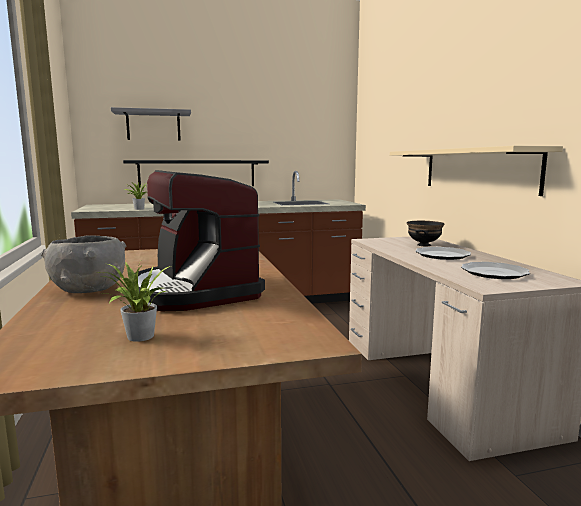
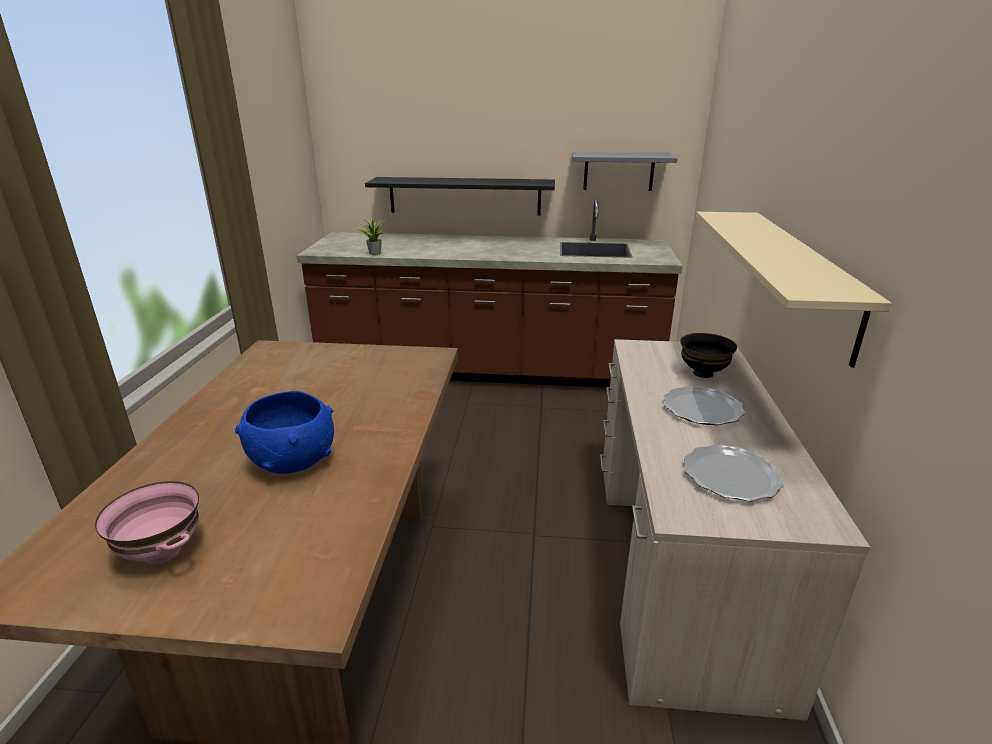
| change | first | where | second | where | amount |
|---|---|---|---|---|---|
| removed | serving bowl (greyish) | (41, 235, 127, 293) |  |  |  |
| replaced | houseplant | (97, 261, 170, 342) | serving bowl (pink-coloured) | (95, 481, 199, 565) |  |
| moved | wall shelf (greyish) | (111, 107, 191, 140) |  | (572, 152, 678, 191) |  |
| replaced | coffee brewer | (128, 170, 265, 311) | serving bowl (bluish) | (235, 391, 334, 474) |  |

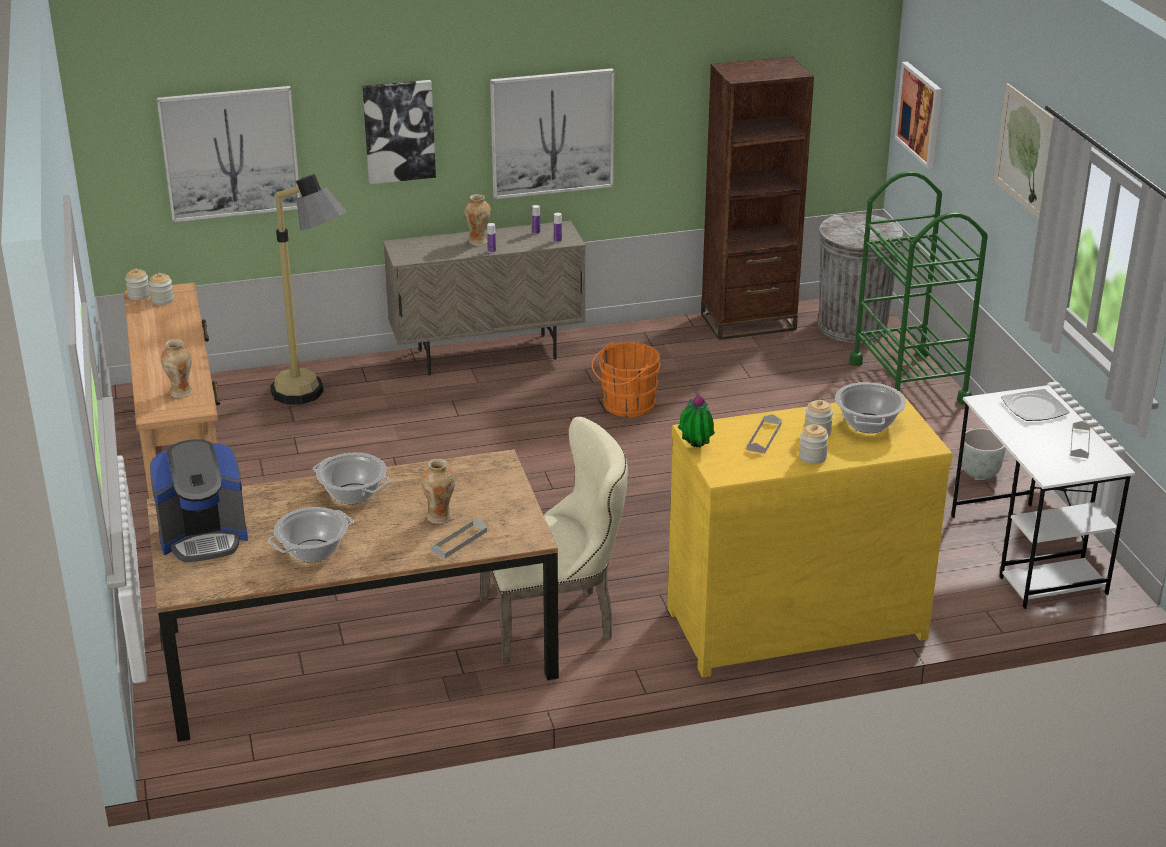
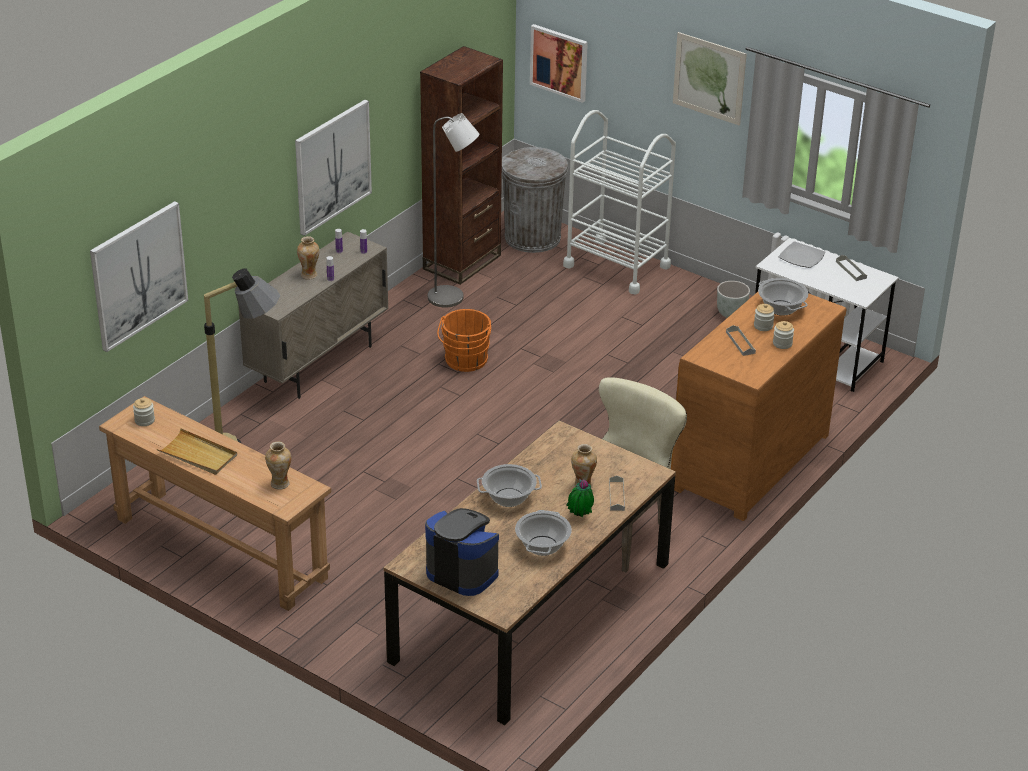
| change | first | where | second | where | amount |
|---|---|---|---|---|---|
| removed | storage jar | (125, 268, 150, 300) |  |  |  |
| turned | coffee brewer | (150, 439, 248, 563) |  | (425, 508, 499, 596) | 90 degrees counterclockwise |
| removed | picture | (362, 80, 436, 184) |  |  |  |
| recoloured | drawer chest (yellow) | (667, 395, 953, 677) | drawer chest (brownish) | (671, 292, 847, 521) |  |
| moved | houseplant | (678, 392, 715, 447) |  | (566, 478, 594, 517) |  |
| recoloured | trolley (green) | (849, 171, 988, 405) | trolley (white-coloured) | (563, 110, 676, 295) |  |
| added |  |  | serving tray (sand-coloured) | (157, 428, 237, 475) |  |
| added |  |  | standard lamp (greyish) | (428, 113, 480, 308) |  |

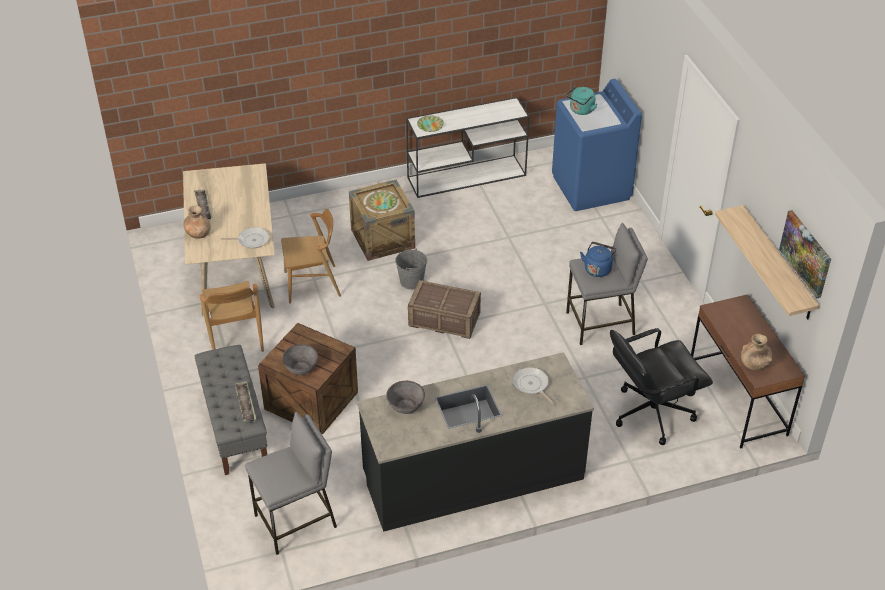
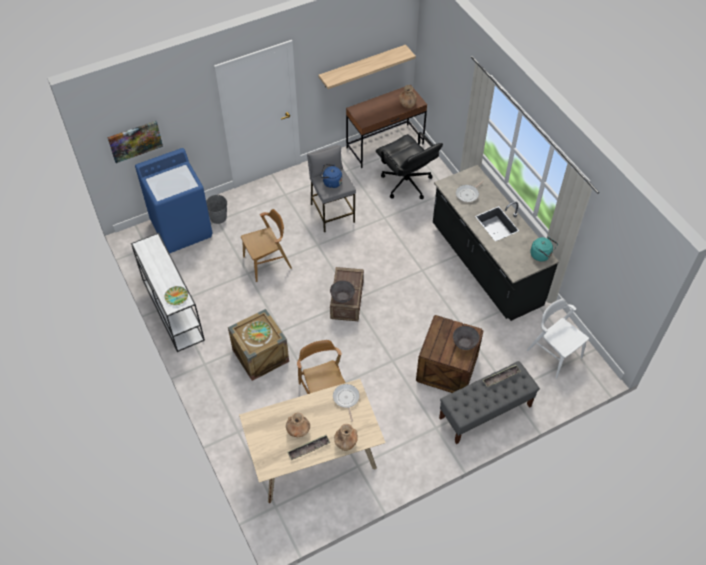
| change | first | where | second | where | amount |
|---|---|---|---|---|---|
| moved | upright chair (brownish) | (200, 281, 264, 352) |  | (241, 209, 292, 282) |  |
| replaced | stool seat (greyish) | (245, 412, 337, 555) | upright chair (white-coloured) | (527, 299, 589, 378) |  |
| moved | serving bowl (greyish) | (386, 381, 425, 414) |  | (330, 280, 355, 303) |  |
| moved | pail (greyish) | (395, 249, 427, 289) |  | (206, 194, 227, 224) |  |
| moved | water kettle (turquoise-coloured) | (566, 87, 597, 115) |  | (530, 237, 558, 261) |  |
| moved | picture | (779, 210, 831, 298) |  | (107, 121, 163, 163) |  |
| added |  |  | flower vase (brownish) | (286, 413, 310, 437) |  |

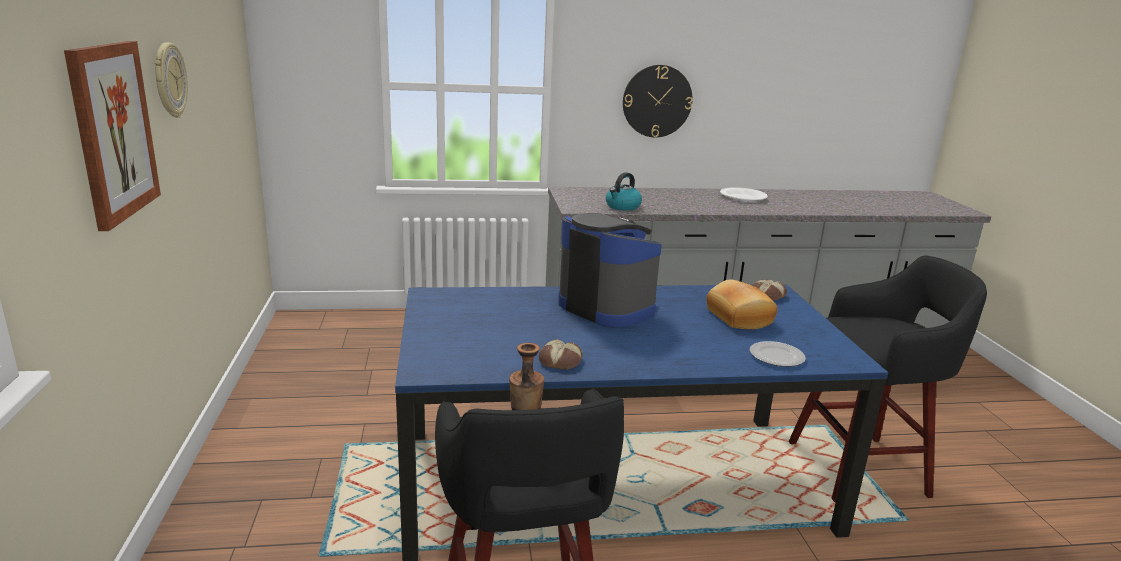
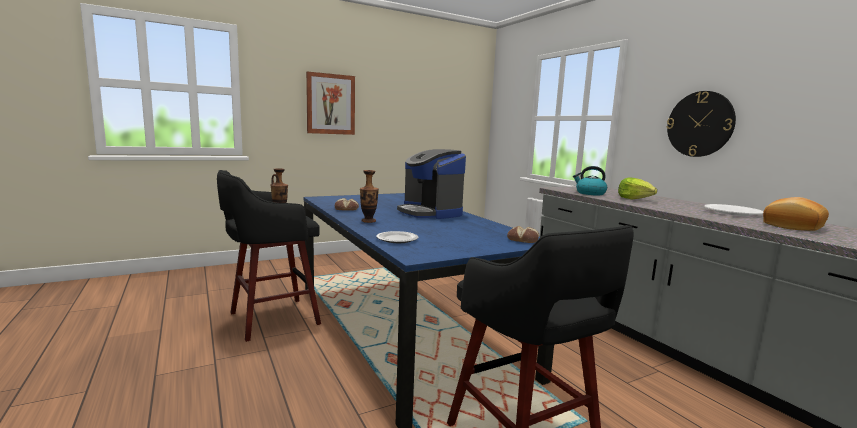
| change | first | where | second | where | amount |
|---|---|---|---|---|---|
| removed | hanging clock | (155, 42, 188, 118) |  |  |  |
| turned | coffee brewer | (558, 213, 662, 328) |  | (397, 149, 466, 219) | 120 degrees clockwise |
| moved | bread | (707, 279, 777, 330) |  | (763, 197, 829, 231) |  |
| added |  |  | flower vase | (360, 170, 379, 223) |  |
| added |  |  | lettuce | (618, 177, 657, 199) |  |

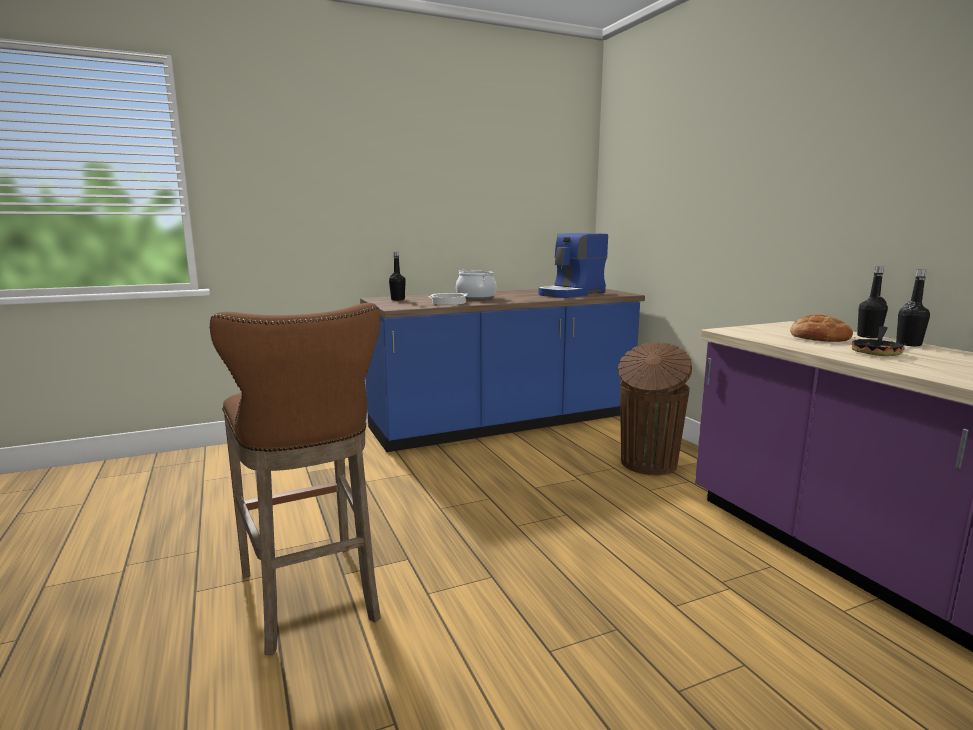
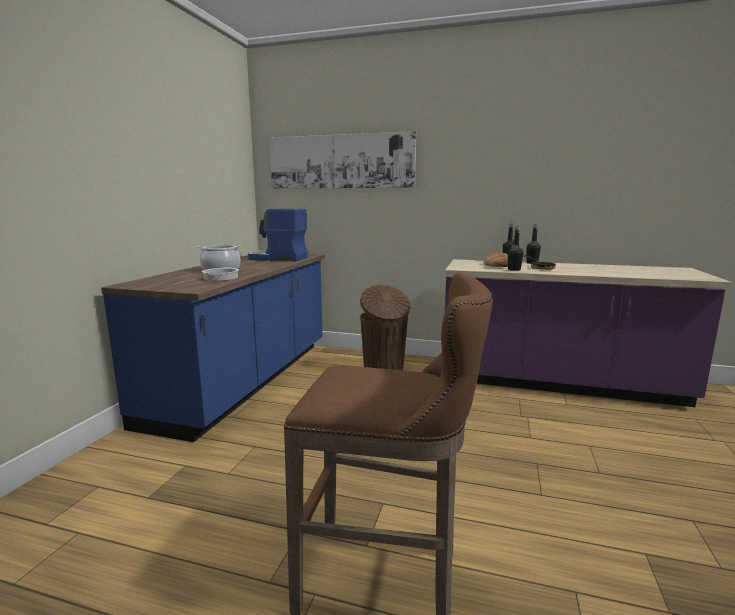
| change | first | where | second | where | amount |
|---|---|---|---|---|---|
| moved | drink bottle (blackish) | (389, 252, 406, 301) |  | (508, 226, 523, 271) |  |
| turned | coffee brewer | (538, 233, 608, 298) |  | (248, 209, 308, 262) | 105 degrees clockwise |
| added |  |  | picture | (269, 131, 416, 189) |  |

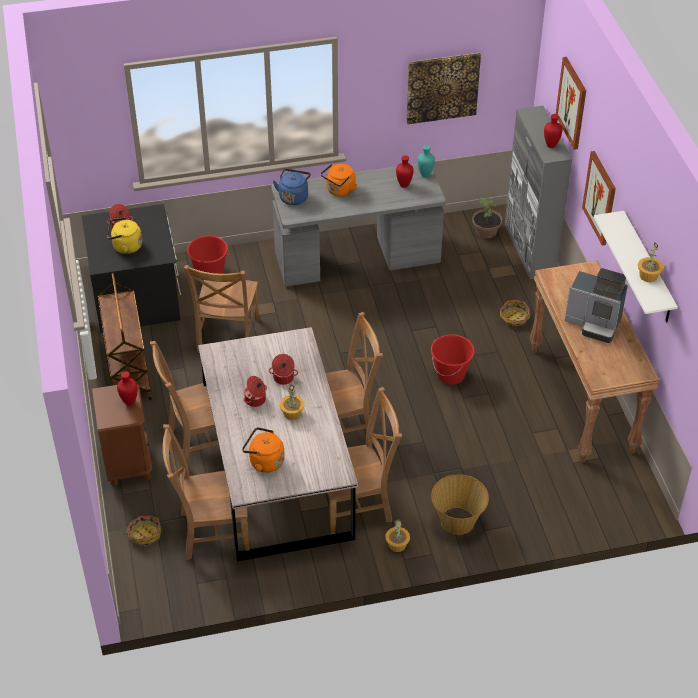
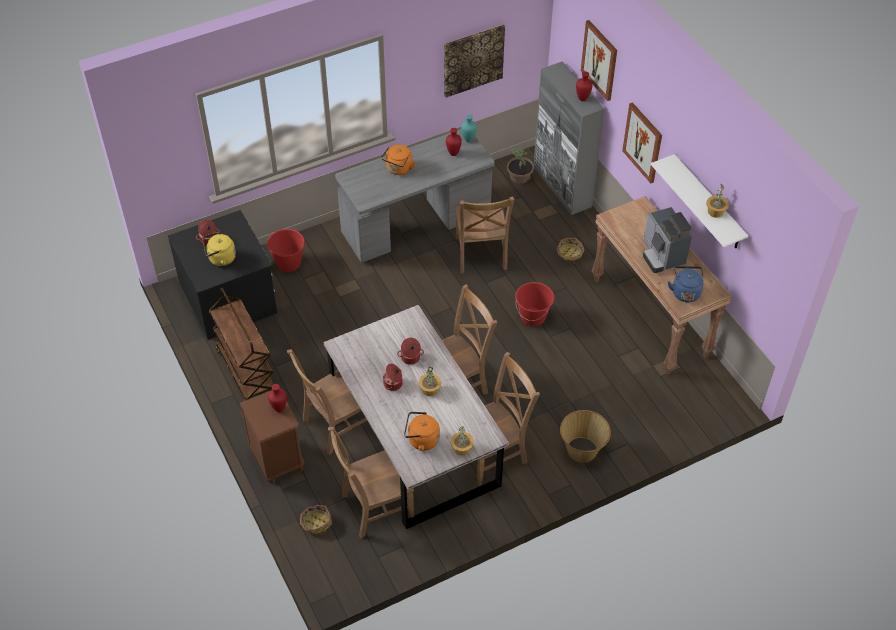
| change | first | where | second | where | amount |
|---|---|---|---|---|---|
| moved | upright chair (brownish) | (184, 265, 259, 353) |  | (455, 196, 514, 274) |  |
| moved | water kettle (bluish) | (273, 169, 311, 205) |  | (668, 266, 704, 302) |  |
| moved | houseplant | (385, 520, 410, 552) |  | (451, 426, 474, 455) |  |
| turned | coffee brewer | (565, 268, 628, 343) |  | (643, 207, 692, 273) | 60 degrees clockwise |

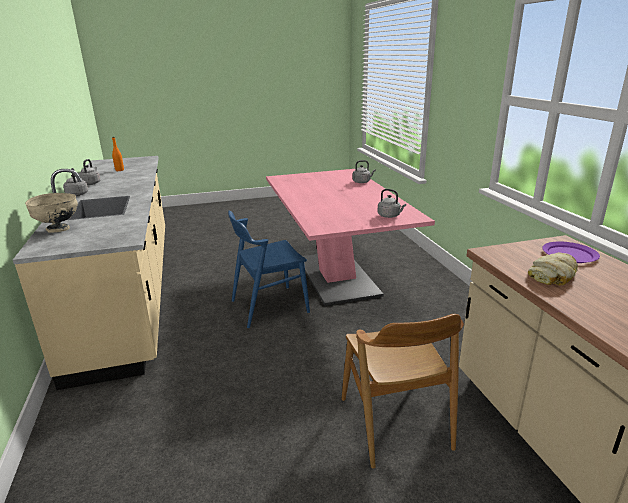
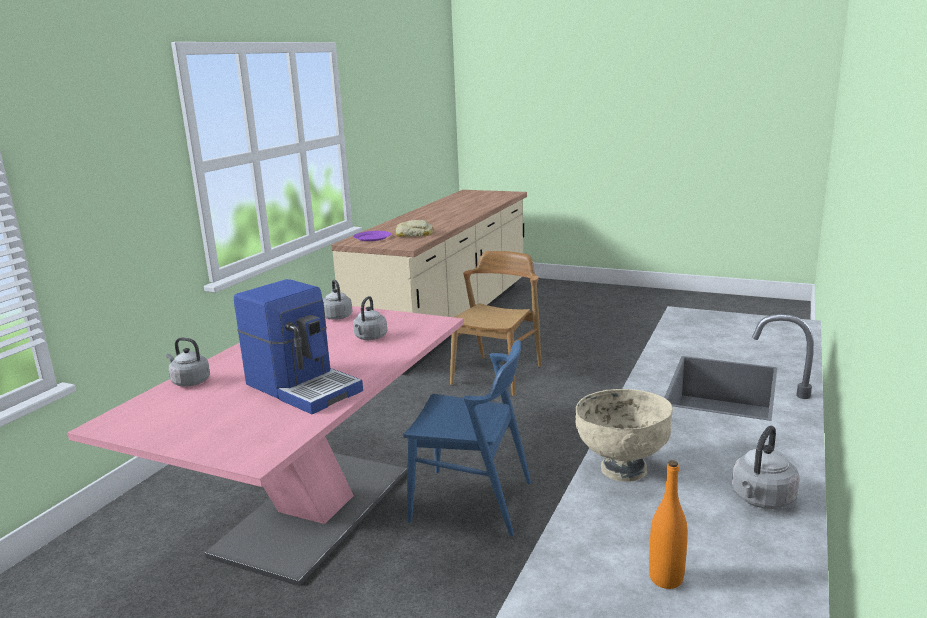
| change | first | where | second | where | amount |
|---|---|---|---|---|---|
| moved | serving bowl (sand-coloured) | (25, 193, 78, 233) |  | (575, 389, 673, 482) |  |
| moved | water kettle (greyish) | (63, 168, 88, 196) |  | (353, 296, 387, 340) |  |
| added |  |  | coffee brewer | (234, 279, 363, 414) |  |

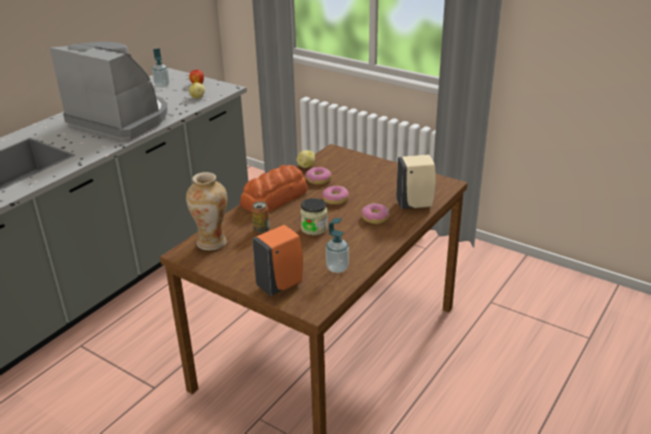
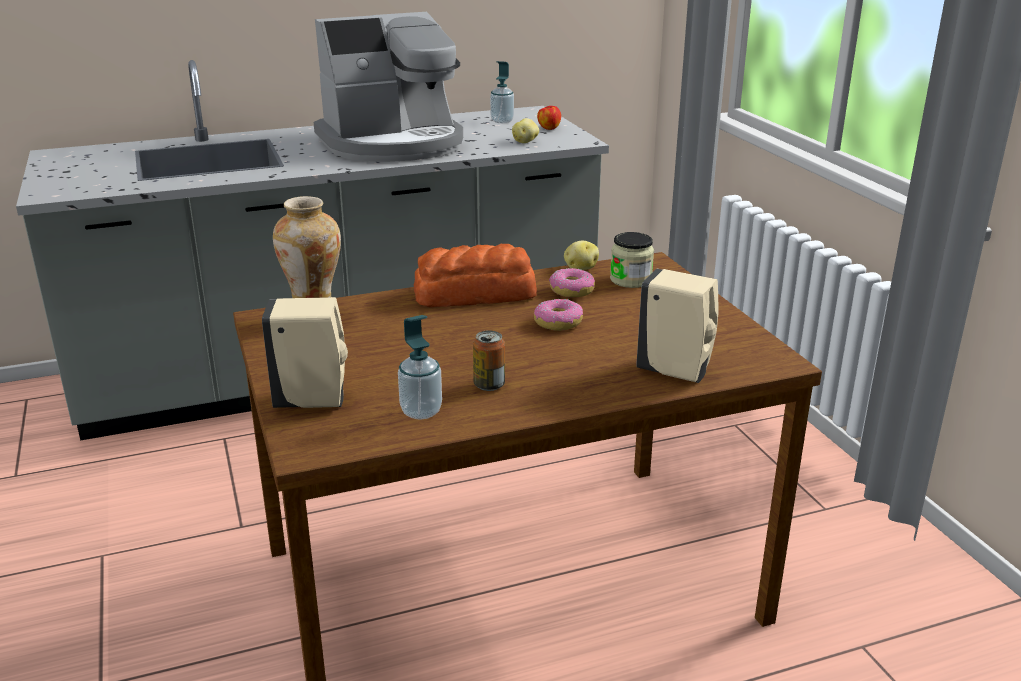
| change | first | where | second | where | amount |
|---|---|---|---|---|---|
| turned | coffee brewer | (50, 42, 168, 141) |  | (314, 12, 463, 162) | 90 degrees clockwise |
| moved | sealed can | (252, 201, 270, 233) |  | (473, 330, 505, 391) |  |
| recoloured | soap dispenser (orange-coloured) | (252, 225, 303, 296) | soap dispenser (sand-coloured) | (262, 297, 348, 408) |  |
| moved | storage jar | (300, 198, 328, 235) |  | (610, 232, 654, 288) |  |
| removed | doughnut | (361, 203, 389, 224) |  |  |  |

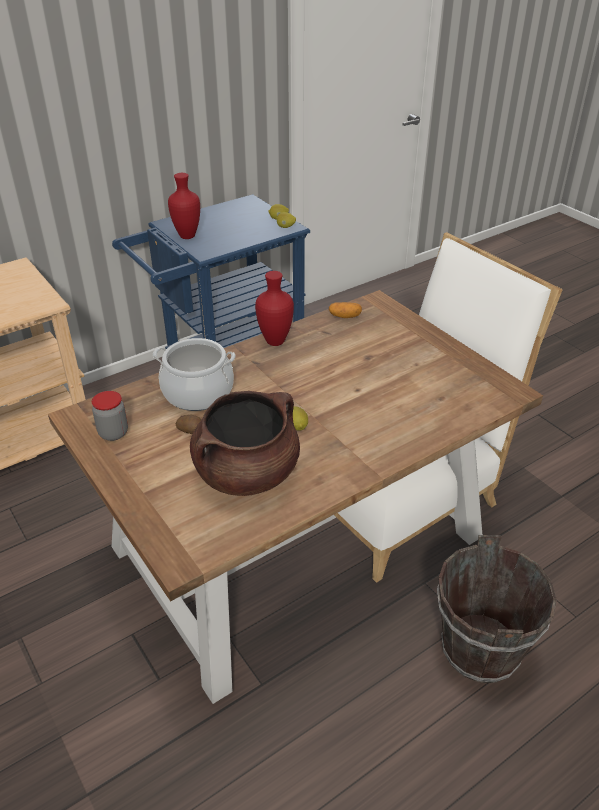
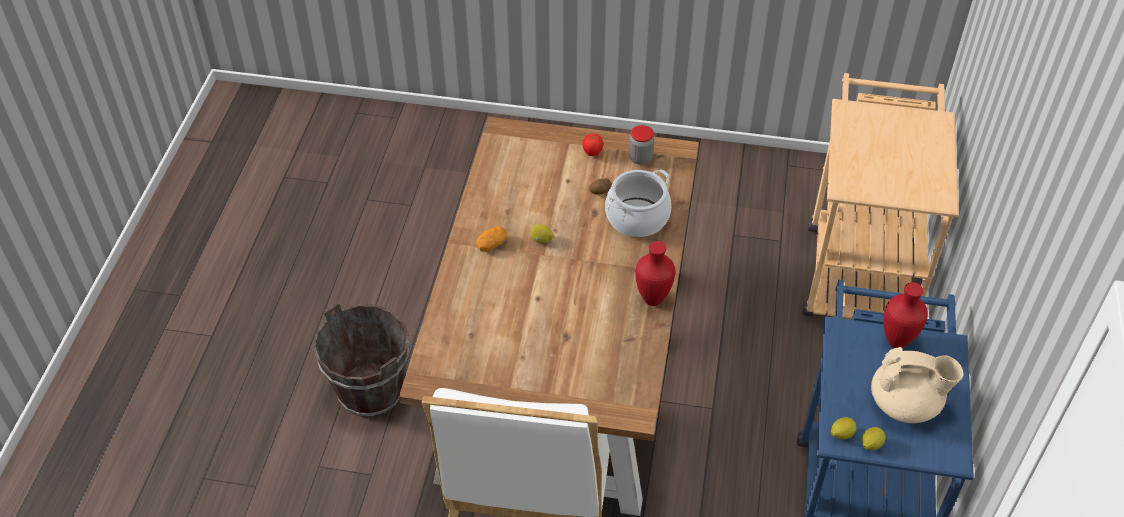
| change | first | where | second | where | amount |
|---|---|---|---|---|---|
| removed | cooking pot (brownish) | (190, 391, 300, 496) |  |  |  |
| moved | spud | (329, 302, 362, 318) |  | (476, 226, 507, 252) |  |
| added |  |  | fresh tomato | (583, 134, 603, 156) |  |
| added |  |  | tea pot (sand-coloured) | (871, 347, 963, 423) |  |

